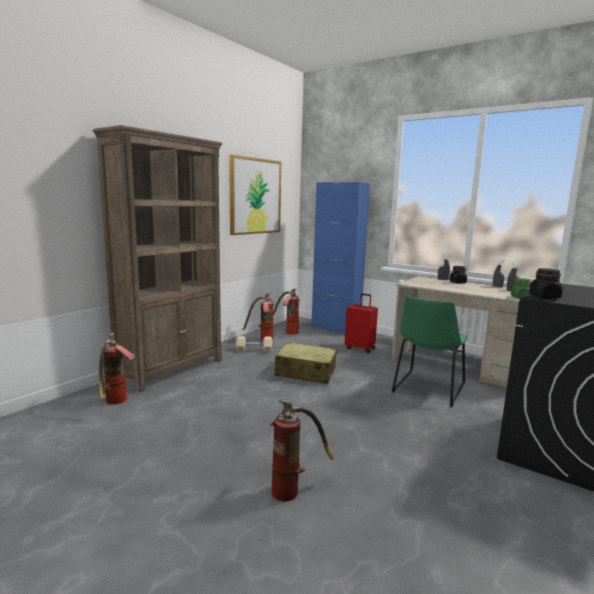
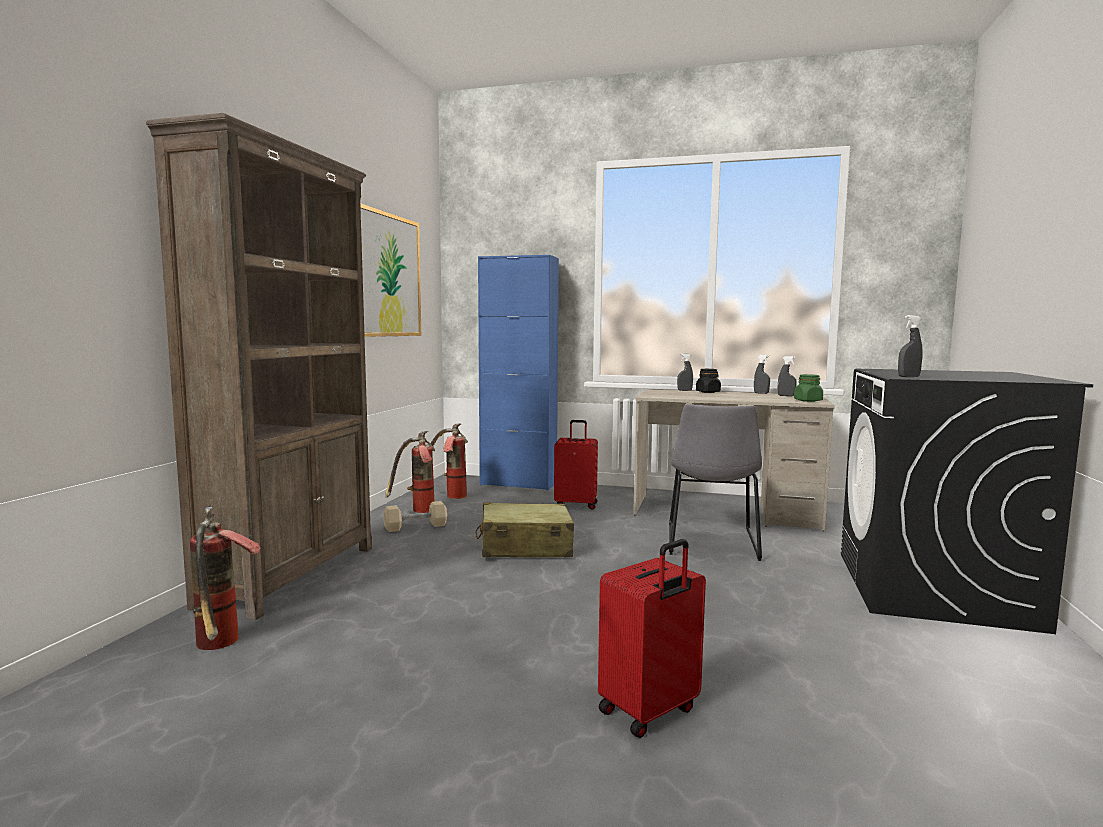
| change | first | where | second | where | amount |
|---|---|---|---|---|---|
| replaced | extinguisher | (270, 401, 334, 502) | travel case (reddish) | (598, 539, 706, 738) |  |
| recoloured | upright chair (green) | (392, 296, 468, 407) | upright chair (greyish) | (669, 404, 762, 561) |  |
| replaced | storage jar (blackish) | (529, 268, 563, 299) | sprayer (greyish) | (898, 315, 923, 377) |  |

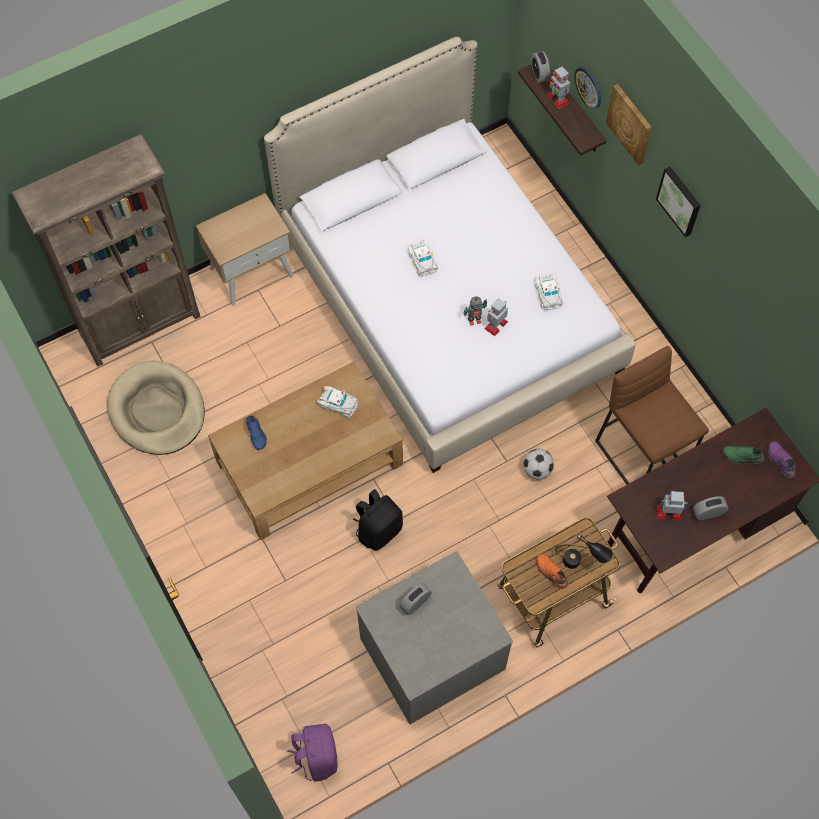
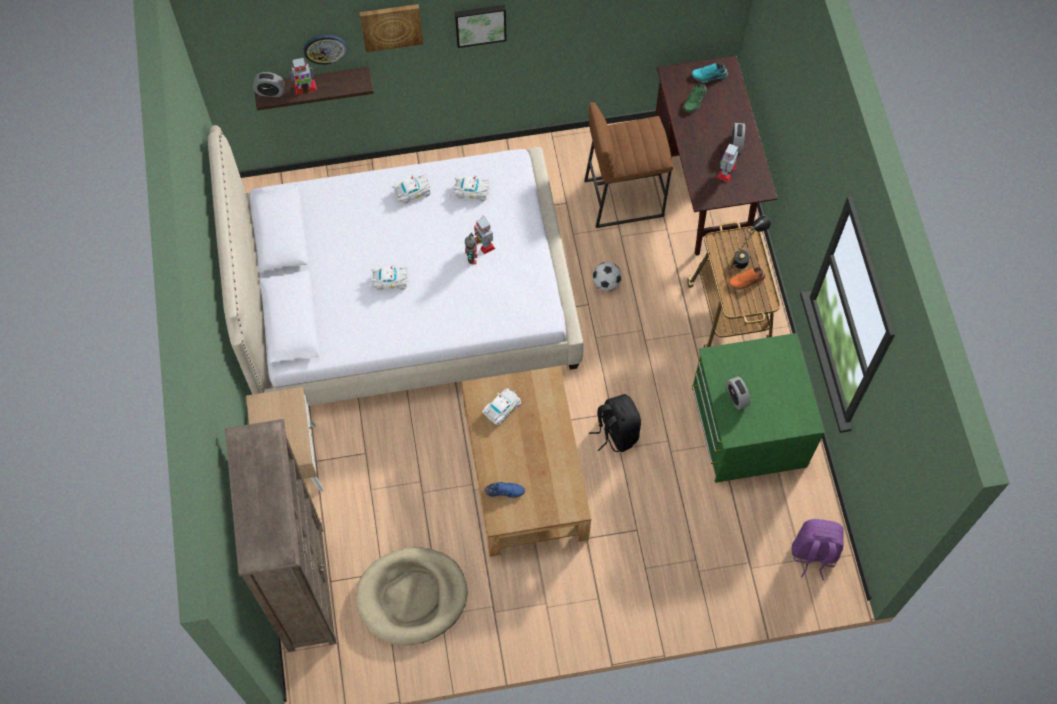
| change | first | where | second | where | amount |
|---|---|---|---|---|---|
| recoloured | drawer chest (greyish) | (355, 551, 513, 724) | drawer chest (green) | (692, 333, 824, 483) |  |
| recoloured | low shoe (purple) | (768, 441, 796, 478) | low shoe (turquoise-coloured) | (692, 63, 728, 82) |  |
| added |  |  | model car (white-coloured) | (392, 174, 431, 204) |  |

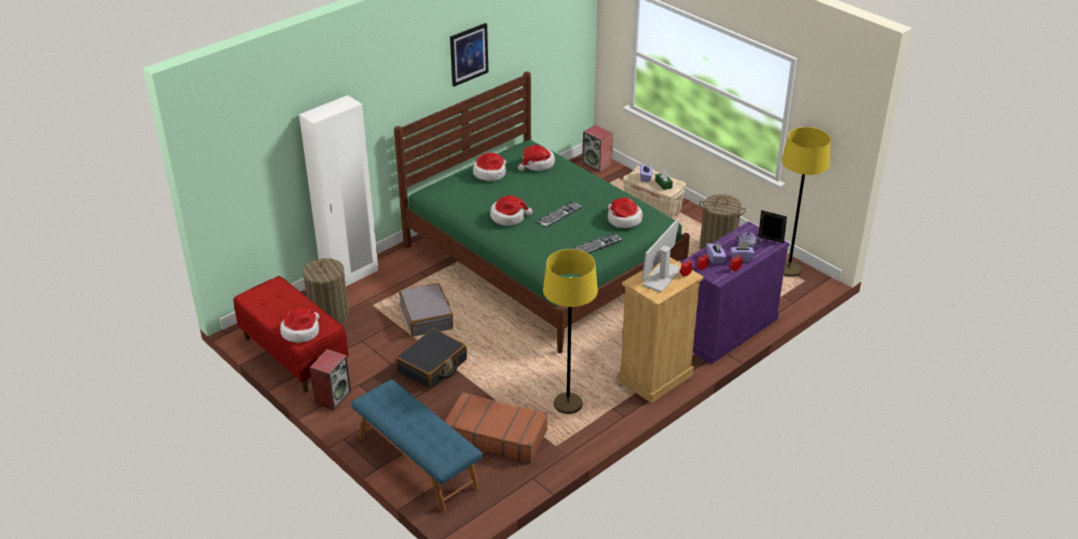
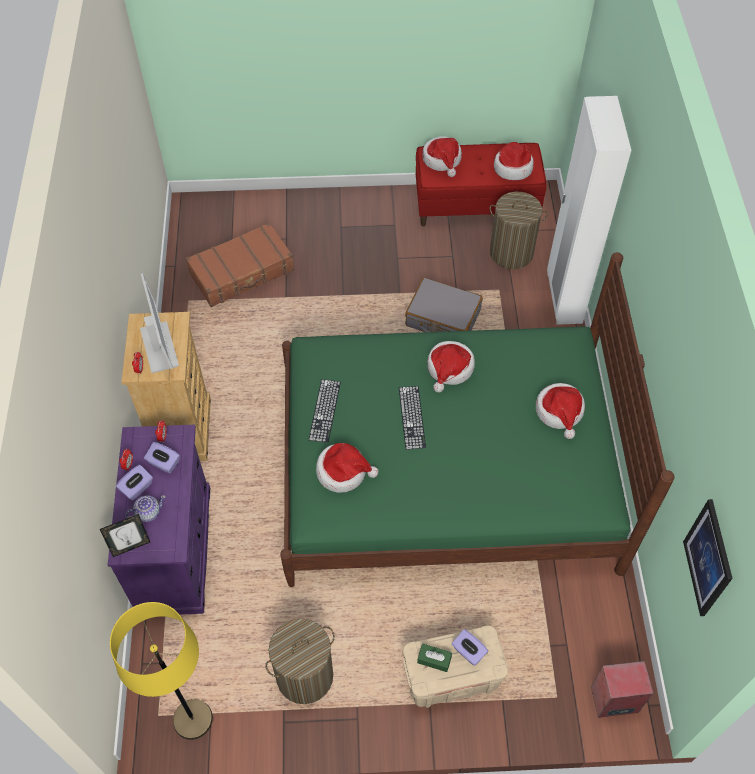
| change | first | where | second | where | amount |
|---|---|---|---|---|---|
| removed | loudspeaker | (310, 349, 351, 411) |  |  |  |
| removed | indoor bench (bluish) | (351, 379, 482, 513) |  |  |  |
| removed | travel case (blackish) | (396, 328, 467, 389) |  |  |  |
| moved | picture | (450, 23, 488, 87) |  | (683, 499, 733, 616) |  |
| moved | hat | (518, 145, 555, 171) |  | (494, 142, 534, 180) |  |
| removed | standard lamp (yellow) | (543, 249, 598, 414) |  |  |  |

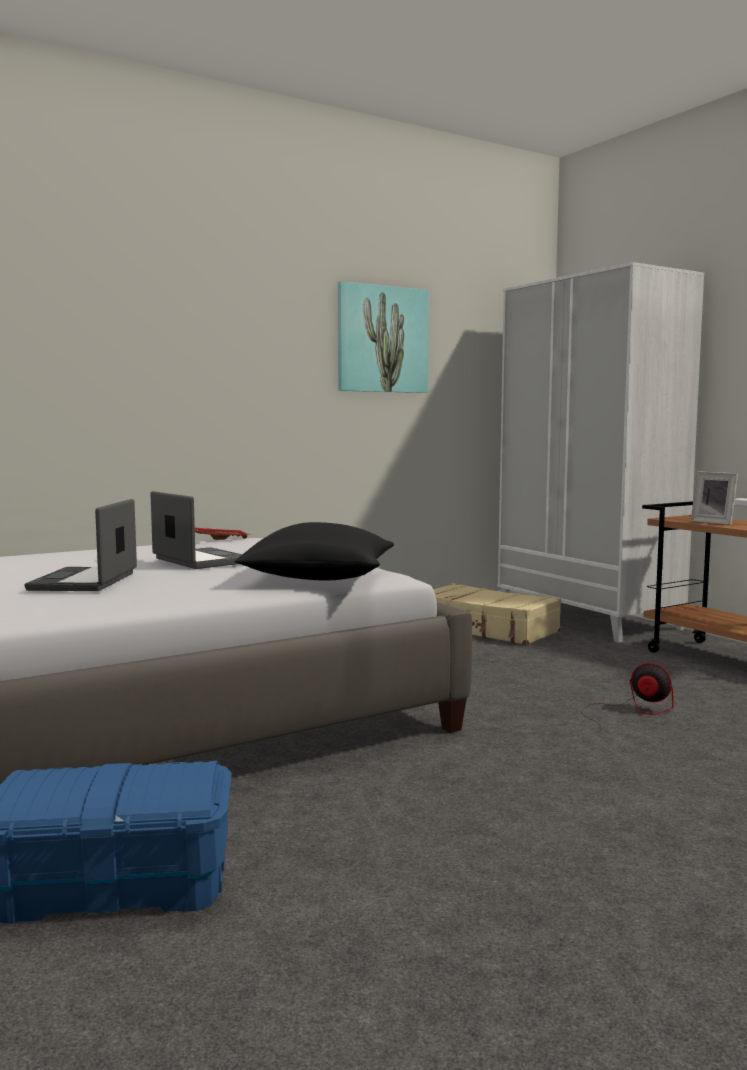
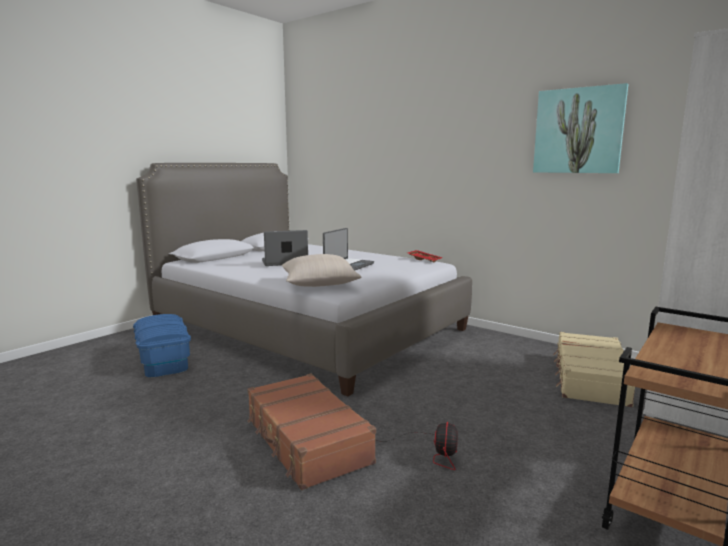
| change | first | where | second | where | amount |
|---|---|---|---|---|---|
| recoloured | cushion (blackish) | (235, 522, 394, 581) | cushion (sand-coloured) | (282, 254, 362, 287) |  |
| removed | photo frame | (691, 471, 738, 525) |  |  |  |
| added |  |  | travel case (brownish) | (248, 373, 376, 490) |  |

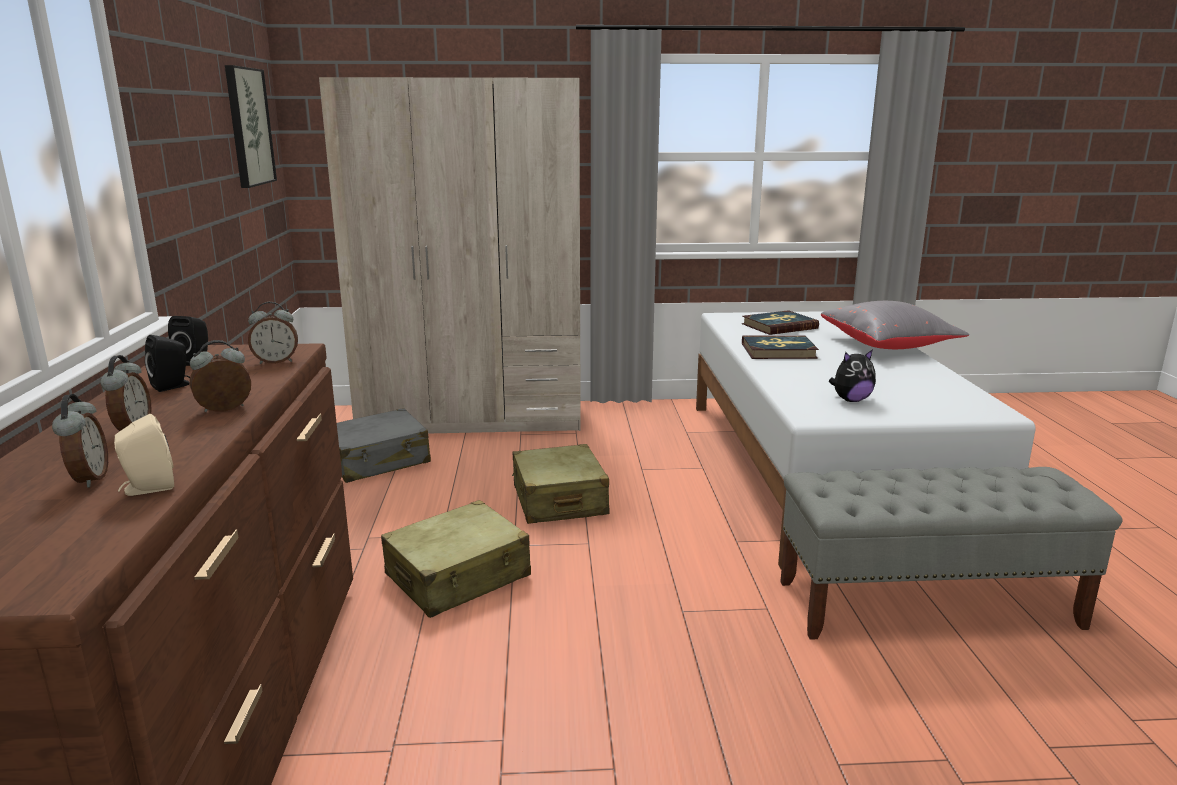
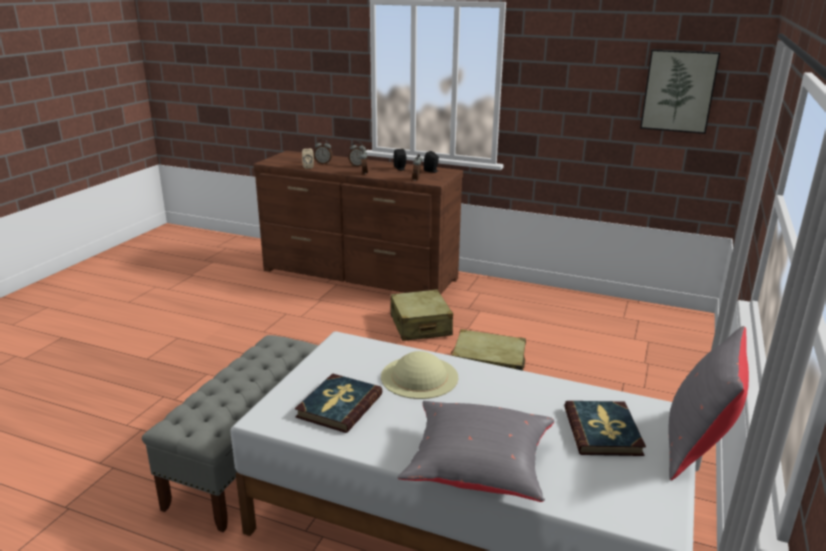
| change | first | where | second | where | amount |
|---|---|---|---|---|---|
| removed | clothes cupboard (sand-coloured) | (319, 77, 581, 434) |  |  |  |
| removed | travel case (greyish) | (337, 408, 431, 483) |  |  |  |
| moved | book | (742, 335, 819, 359) |  | (295, 373, 382, 433) |  |
| removed | plush toy | (829, 349, 876, 402) |  |  |  |
| added |  |  | hat (sand-coloured) | (381, 351, 458, 399) |  |
| added |  |  | cushion (greyish) | (669, 326, 749, 480) |  |

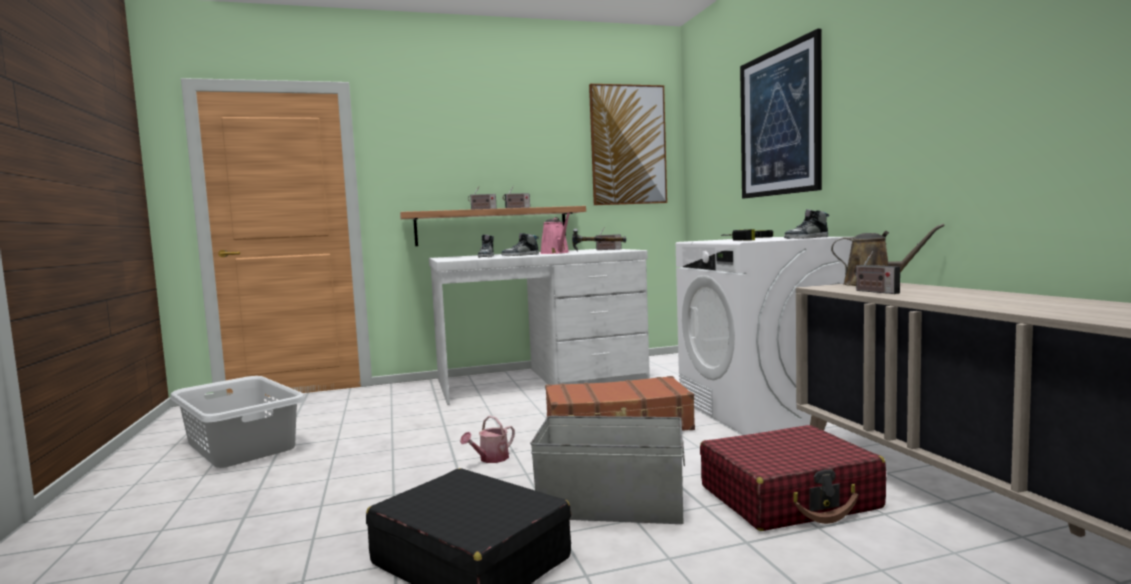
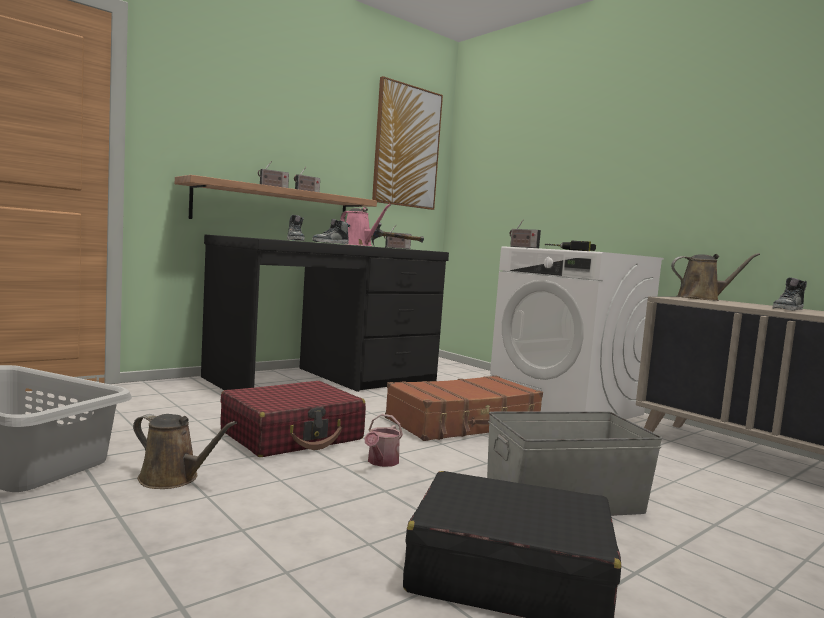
| change | first | where | second | where | amount |
|---|---|---|---|---|---|
| recoloured | desk unit (white-coloured) | (429, 249, 650, 405) | desk unit (blackish) | (201, 235, 449, 392) |  |
| moved | travel case (reddish) | (700, 425, 886, 531) |  | (220, 381, 366, 457) |  |
| removed | picture | (740, 29, 822, 199) |  |  |  |
| moved | low shoe | (784, 209, 829, 239) |  | (773, 277, 807, 311) |  |
| moved | radio receiver | (854, 252, 900, 294) |  | (509, 220, 541, 248) |  |
| added |  |  | sprinkling can (brownish) | (133, 414, 237, 489) |  |

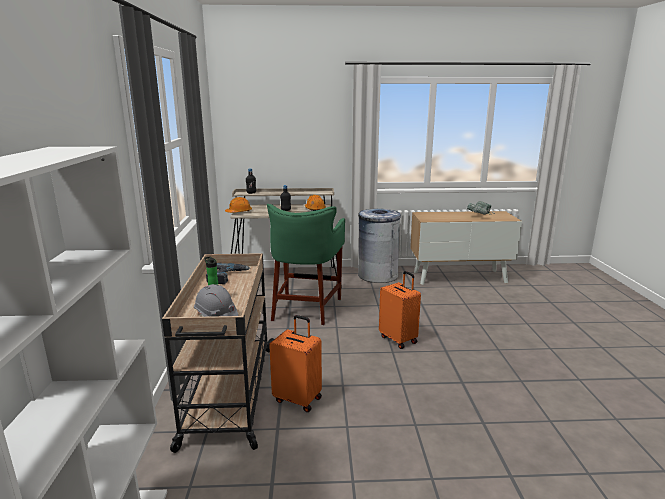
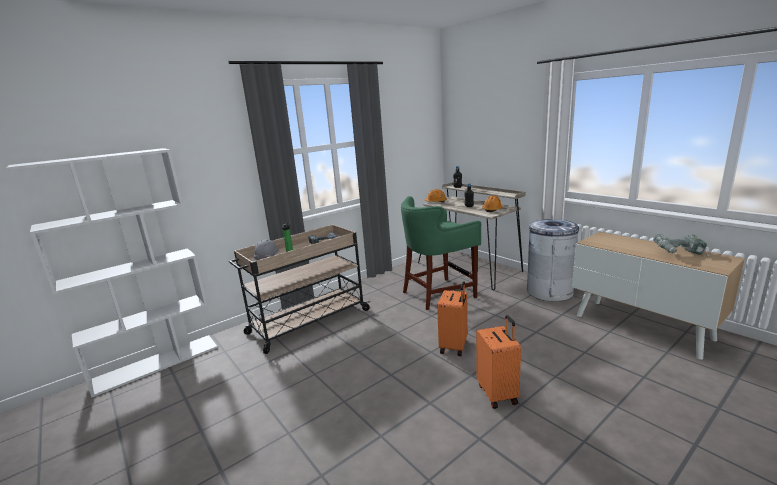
| change | first | where | second | where | amount |
|---|---|---|---|---|---|
| moved | travel case (orange-coloured) | (269, 315, 322, 412) |  | (476, 315, 521, 409) |  |

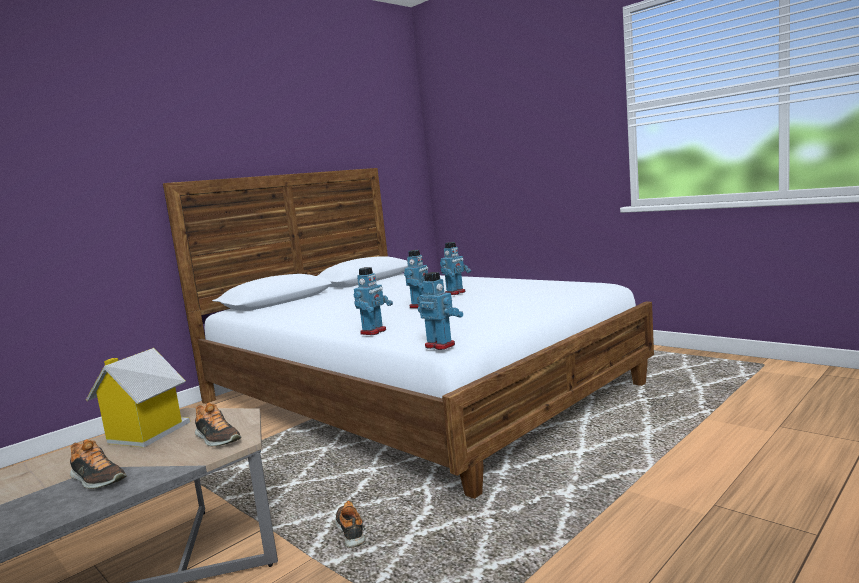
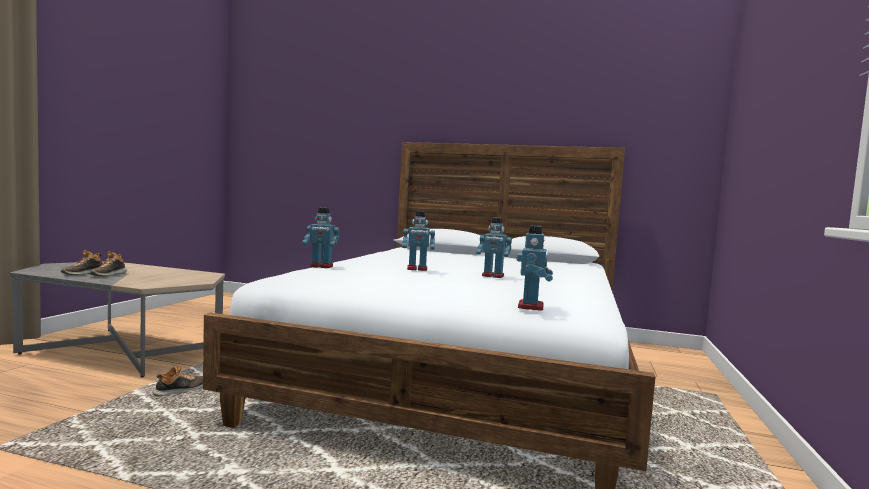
| change | first | where | second | where | amount |
|---|---|---|---|---|---|
| removed | toy house | (86, 348, 190, 447) |  |  |  |
| moved | low shoe | (195, 402, 241, 446) |  | (61, 250, 103, 275) |  |
| moved | model robot | (417, 272, 463, 350) |  | (516, 225, 553, 311) |  |

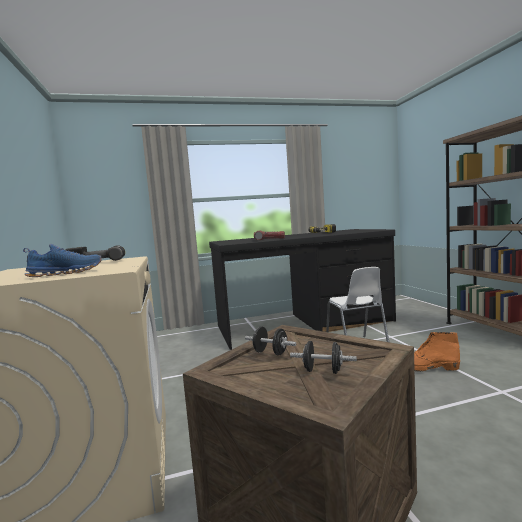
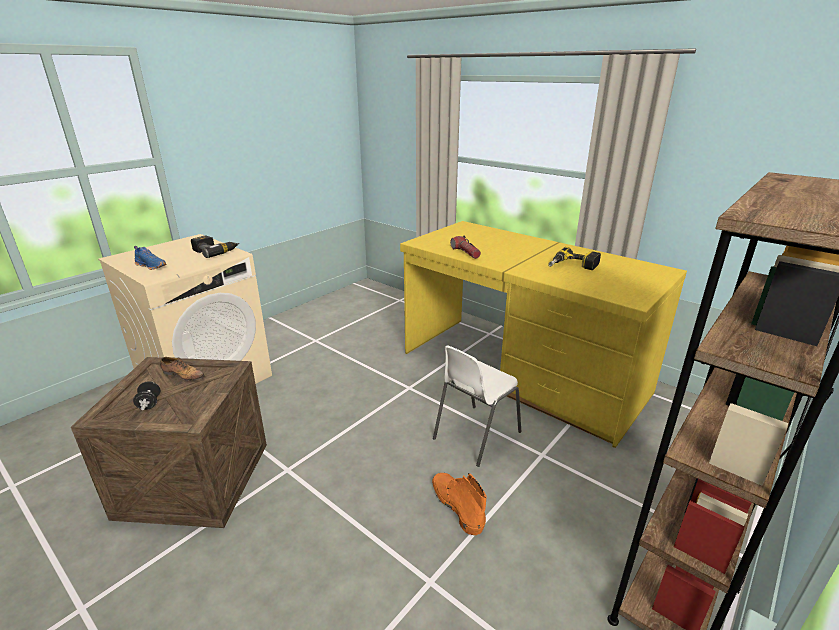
| change | first | where | second | where | amount |
|---|---|---|---|---|---|
| recoloured | desk unit (blackish) | (209, 229, 396, 350) | desk unit (yellow) | (400, 221, 687, 448) |  |
| replaced | hand weight (blackish) | (245, 326, 296, 355) | low shoe | (160, 357, 205, 381) |  |

